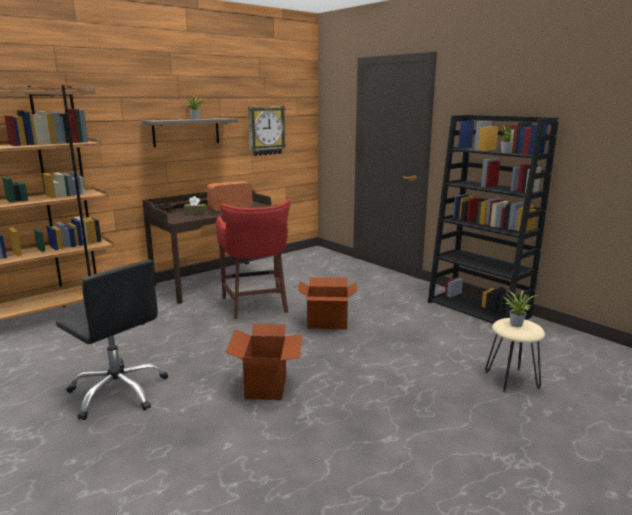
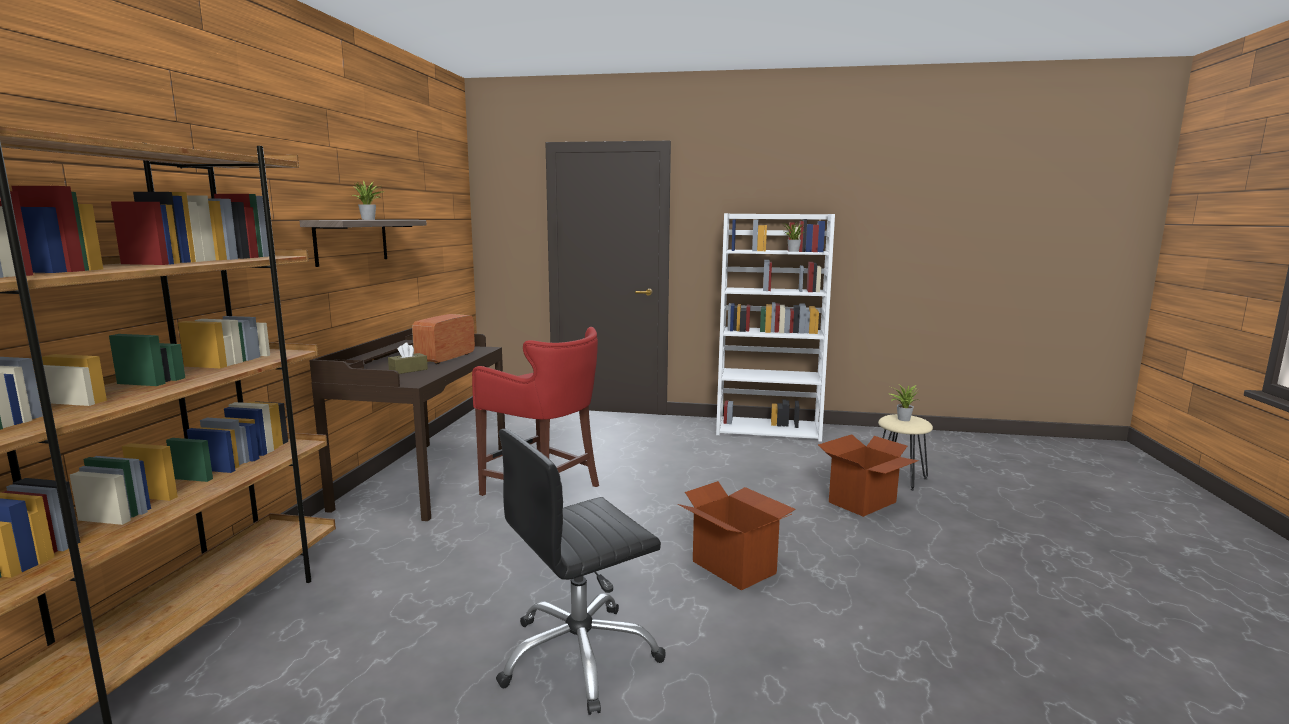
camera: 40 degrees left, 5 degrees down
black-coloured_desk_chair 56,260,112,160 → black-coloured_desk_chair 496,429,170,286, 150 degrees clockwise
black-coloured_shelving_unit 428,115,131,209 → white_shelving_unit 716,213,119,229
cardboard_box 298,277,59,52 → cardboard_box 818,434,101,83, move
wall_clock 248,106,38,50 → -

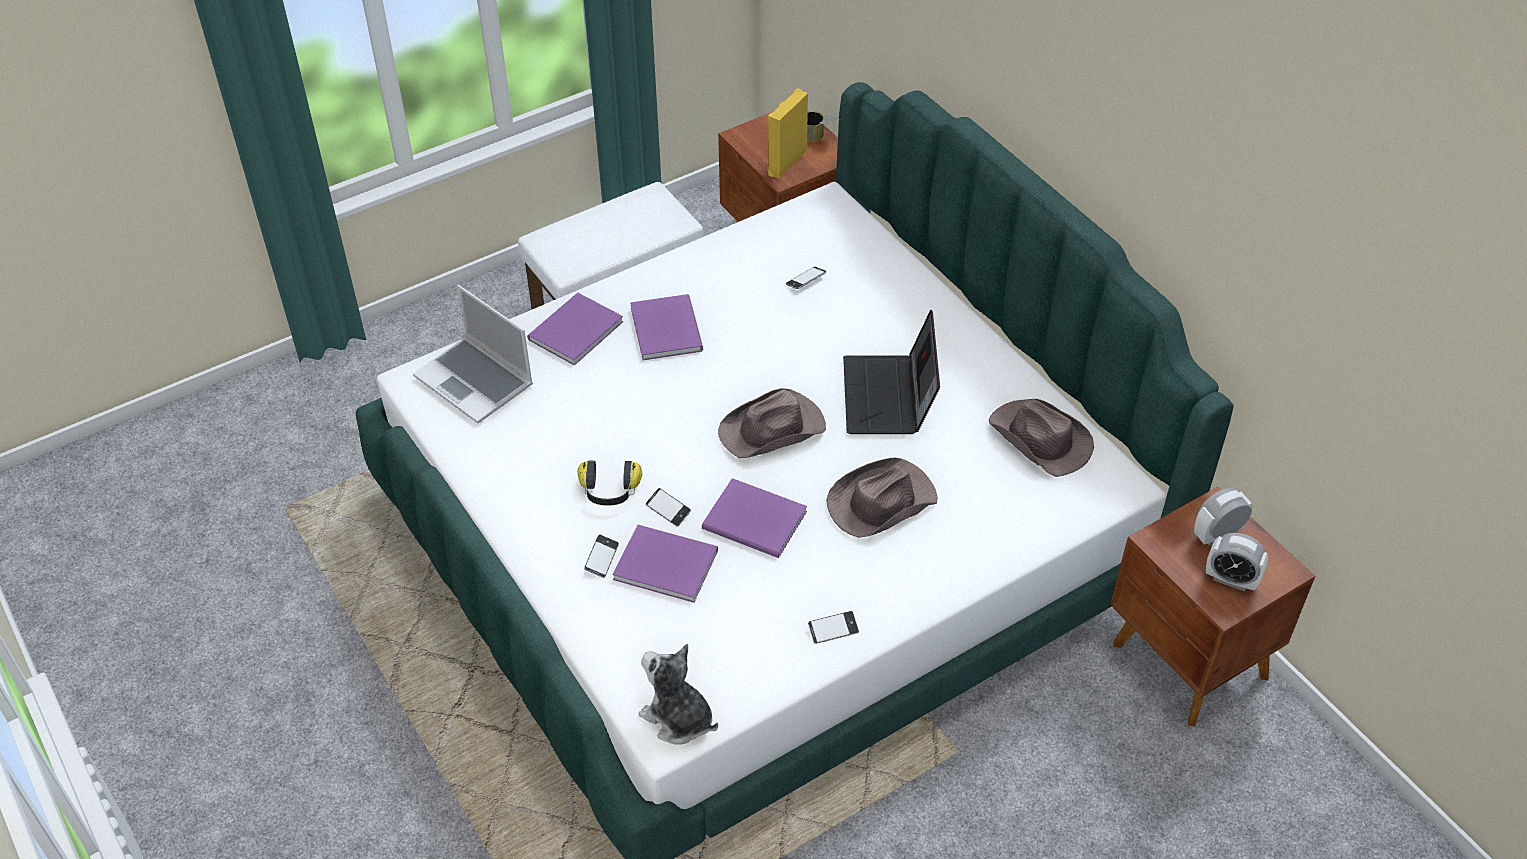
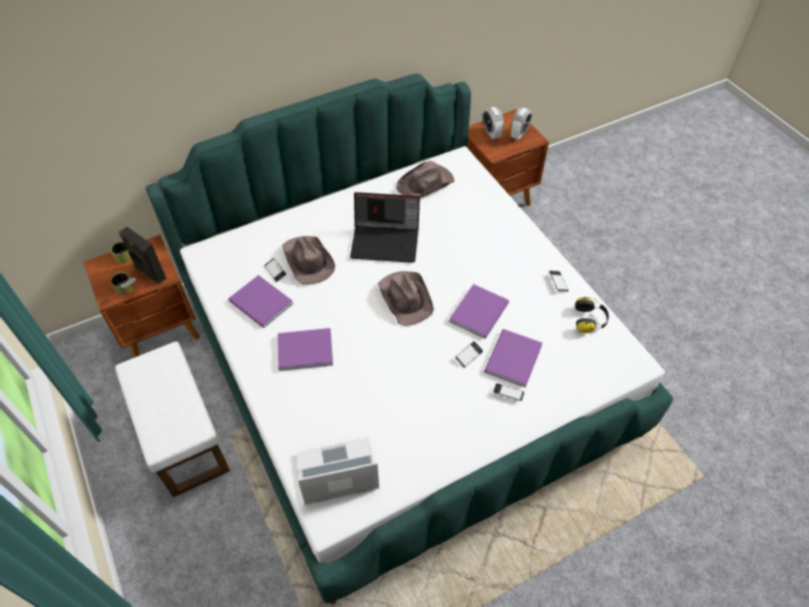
camera: 85 degrees left, 5 degrees up
- → metal_can 110,272,26,23
yellowish_speaker 768,88,40,91 → black-coloured_speaker 119,227,47,57
purple_book 527,293,96,73 → purple_book 228,275,65,53, move
brown_hat 826,457,112,81 → brown_hat 282,236,53,48, move
notebook_computer 413,285,120,139 → notebook_computer 297,437,83,68, 150 degrees counterclockwise
pair_of_headphones 577,461,65,45 → pair_of_headphones 575,297,34,36, move
cuddly_toy 639,644,79,101 → -

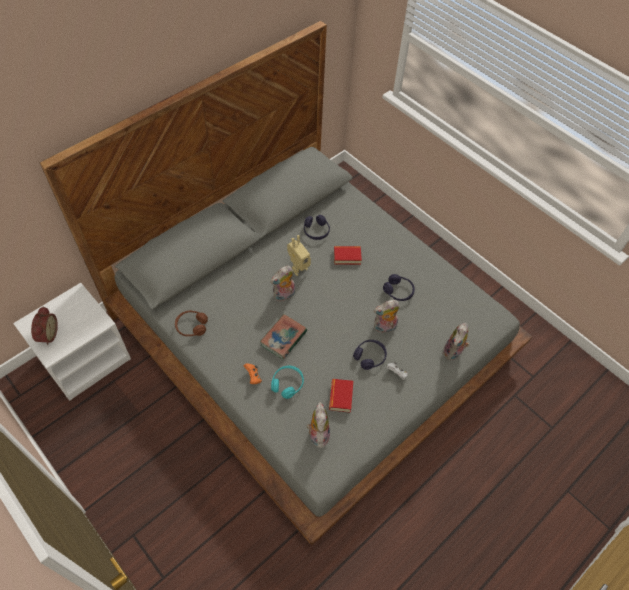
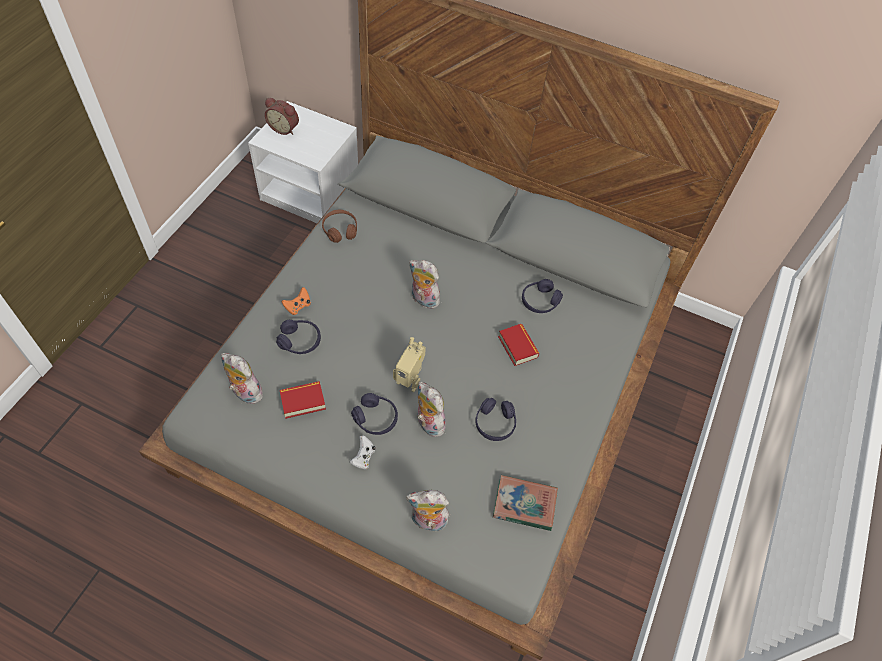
camera: 65 degrees right, 0 degrees up
cuddly_toy 307,402,23,46 → cuddly_toy 221,353,43,51, 120 degrees counterclockwise
alarm_clock 31,306,27,39 → alarm_clock 265,98,34,37, 45 degrees clockwise
turquoise-coloured_pair_of_headphones 271,366,33,33 → purple_pair_of_headphones 276,320,45,34
robot_figure 287,235,24,41 → robot_figure 393,337,33,55, move
book 260,314,47,46 → book 493,475,65,56, move

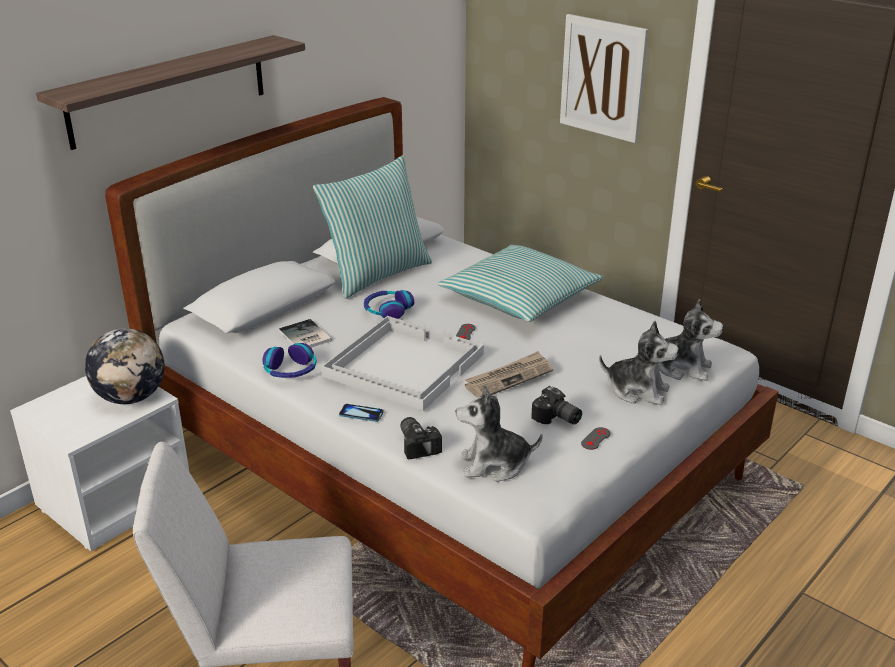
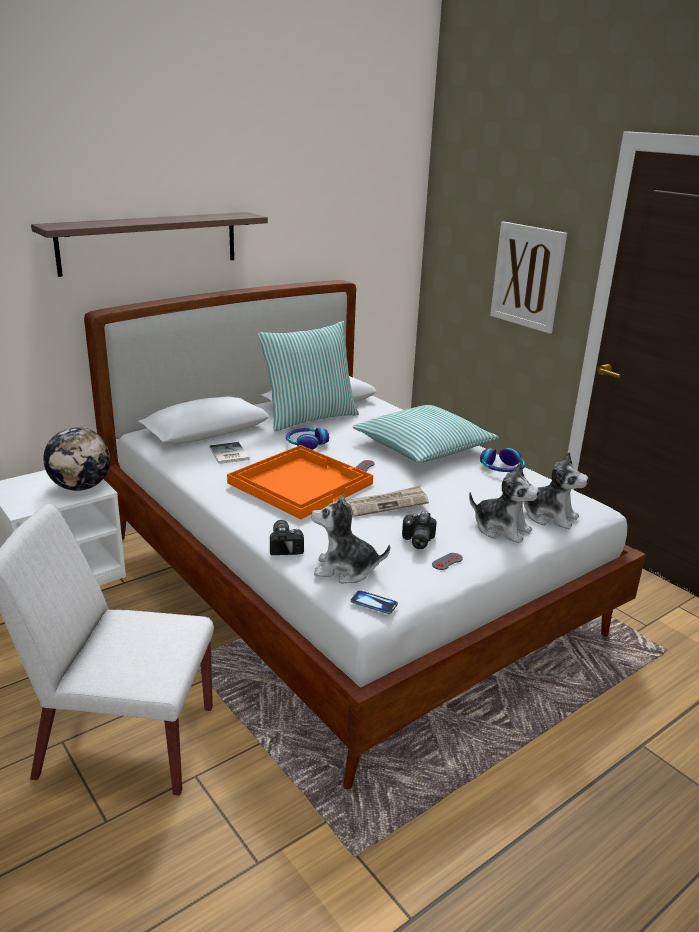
camera: 10 degrees right, 5 degrees down
white_tray 321,316,163,95 → orange-coloured_tray 227,445,146,74
phone 339,404,45,18 → phone 350,590,48,24, move
still_camera 531,386,51,38 → still_camera 402,511,35,38, 45 degrees clockwise
pair_of_headphones 262,343,54,35 → pair_of_headphones 480,448,45,24, move

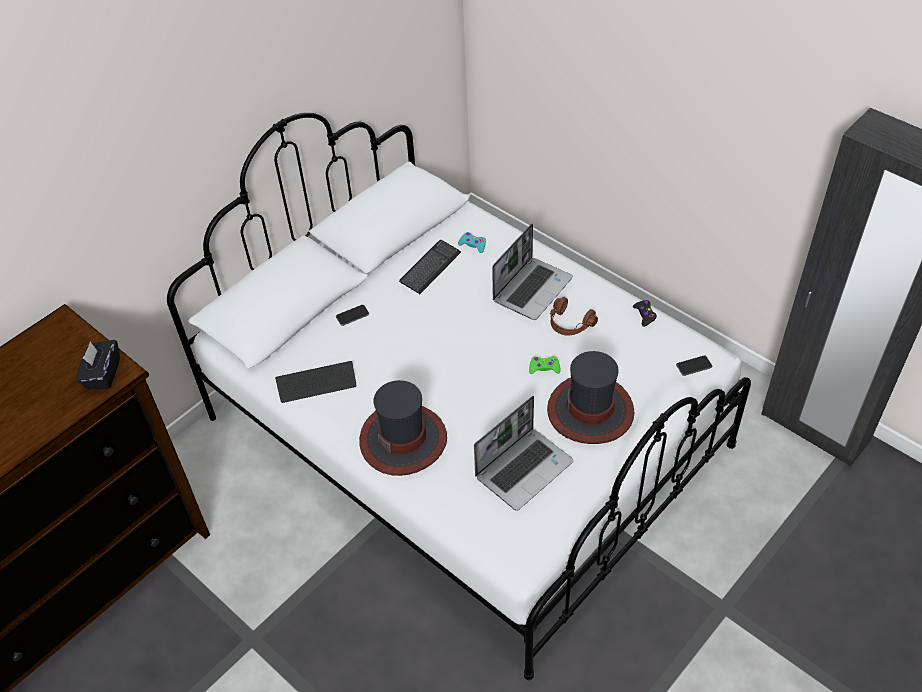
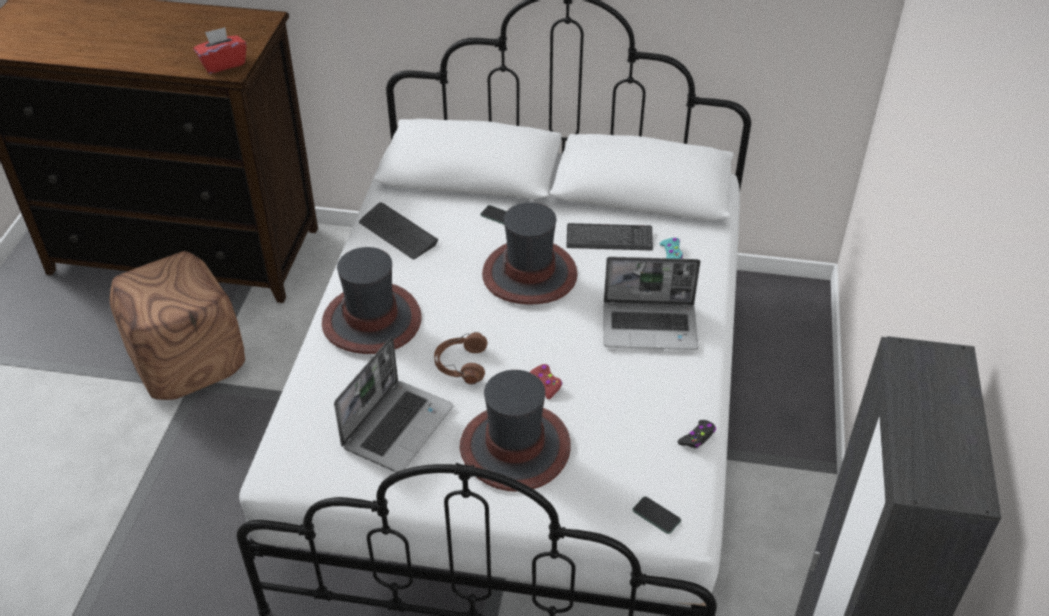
camera: 55 degrees right, 5 degrees down
- → brown_pouffe 110,251,135,149
black-coloured_tissue_box 76,340,44,49 → red-coloured_tissue_box 193,27,54,47
notebook_computer 474,396,100,115 → notebook_computer 334,336,119,136, 75 degrees counterclockwise
brown_pair_of_headphones 550,297,48,38 → brown_pair_of_headphones 434,332,53,52, move
- → hat 482,202,96,103
green-coloured_gamepad 529,356,32,18 → red-coloured_gamepad 530,364,32,35

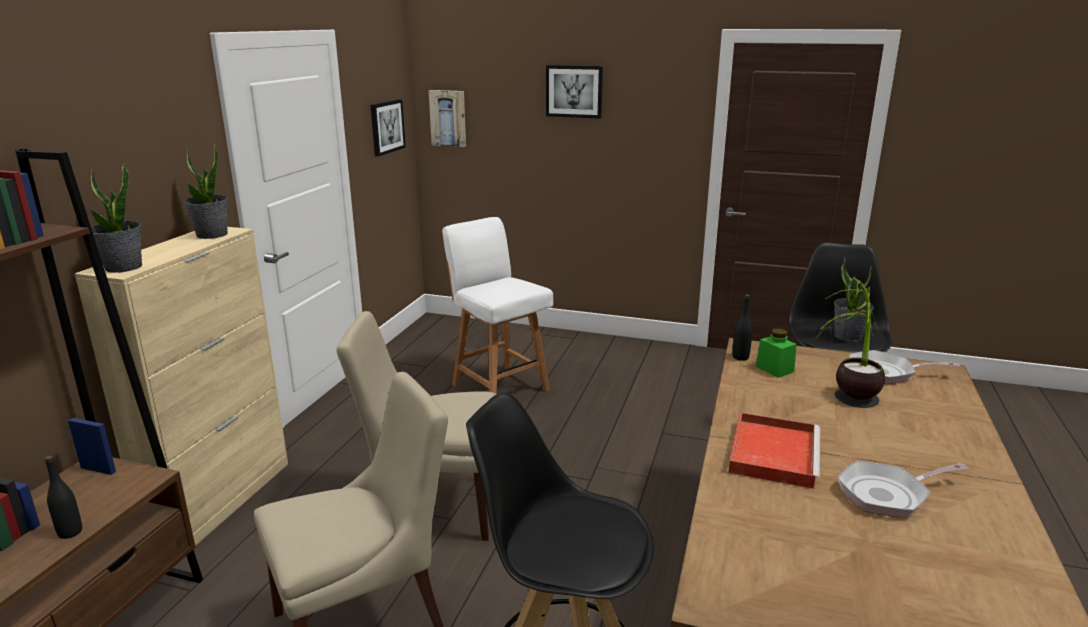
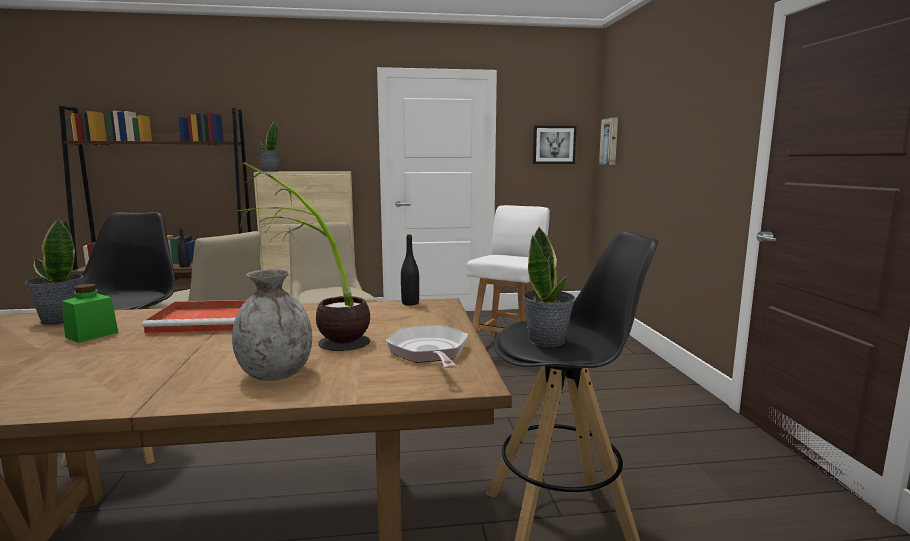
camera: 65 degrees right, 10 degrees down
potted_plant 184,144,44,95 → potted_plant 25,218,59,107, move
green-coloured_preserve_jar 756,329,41,49 → green-coloured_preserve_jar 62,284,56,59, move
- → grey_vase 232,269,80,112
picture 546,65,57,54 → -
pan 837,461,131,57 → -

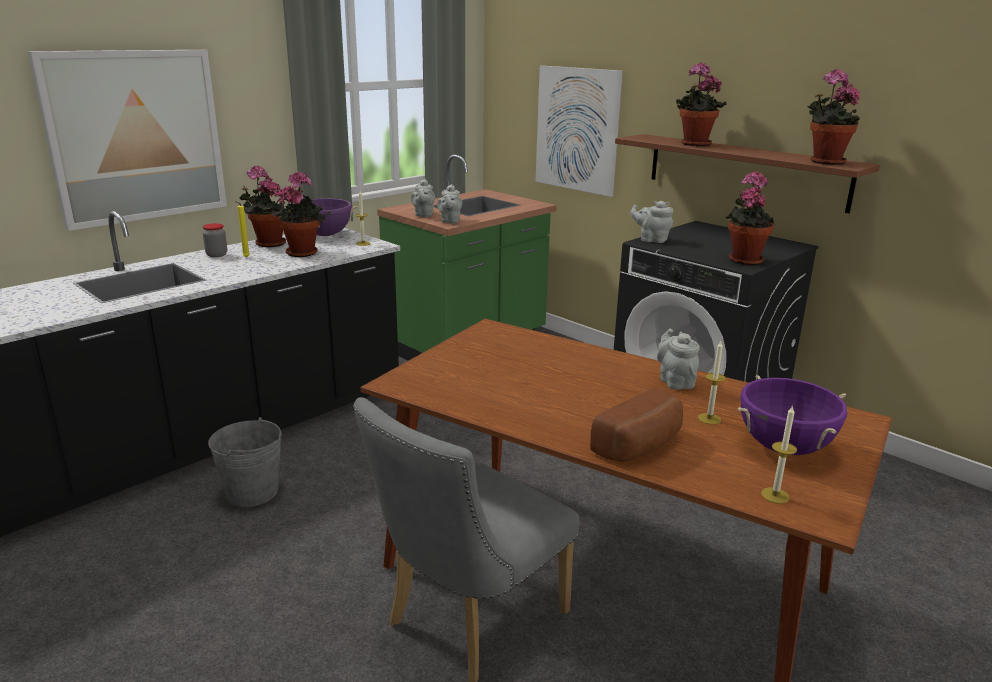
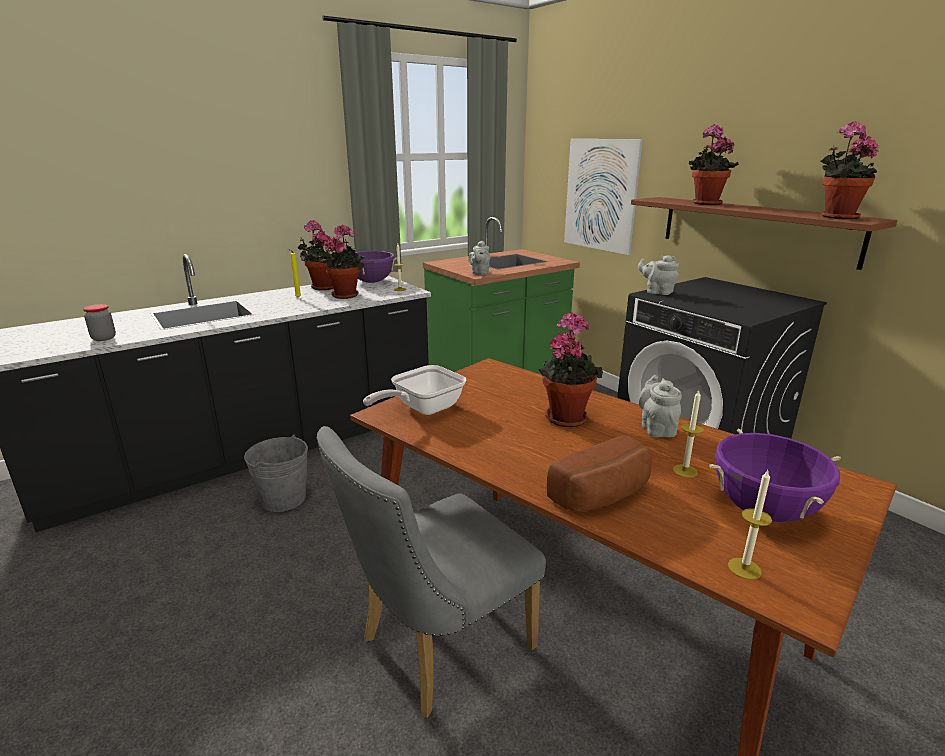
camera: 10 degrees right, 0 degrees up
preserve_jar 203,223,24,34 → preserve_jar 83,304,33,37, move
- → pan 363,365,104,50
potted_plant 726,171,49,94 → potted_plant 538,312,65,115, move
picture 28,50,199,181 → -
grey_tea_pot 411,179,24,38 → -

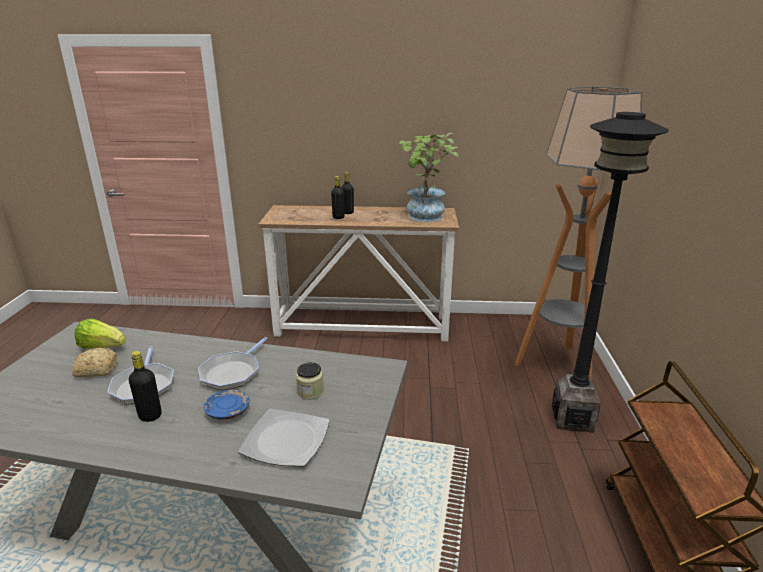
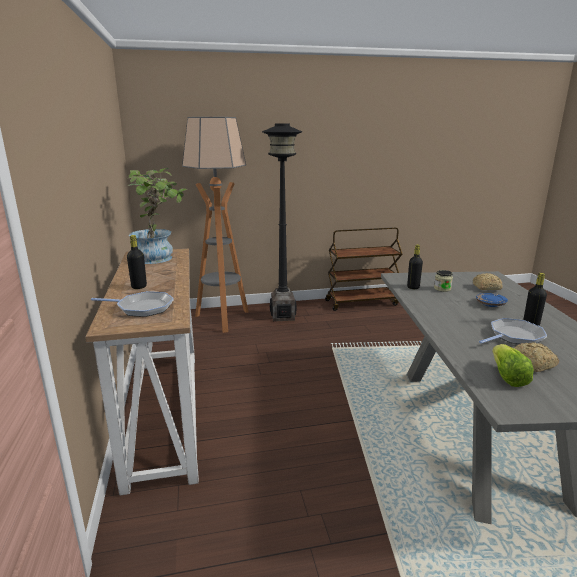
camera: 105 degrees left, 5 degrees down
pan 198,337,70,53 → pan 91,291,83,26, move
black-coloured_bottle 331,176,14,43 → black-coloured_bottle 407,245,16,44, move
plate 238,408,92,59 → bakery_bread 473,273,30,17

